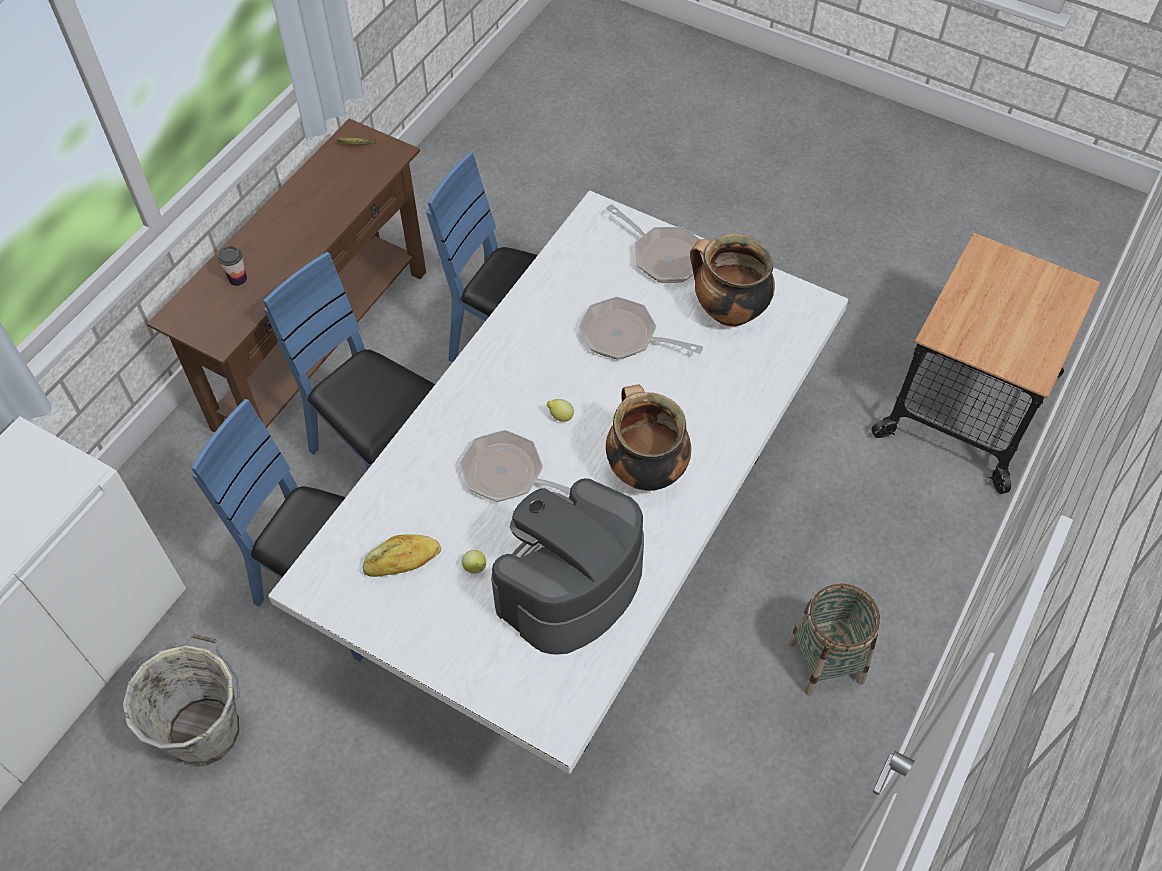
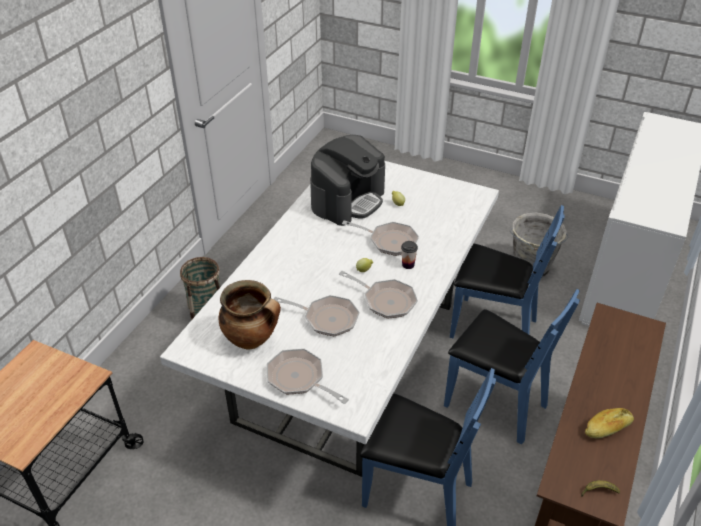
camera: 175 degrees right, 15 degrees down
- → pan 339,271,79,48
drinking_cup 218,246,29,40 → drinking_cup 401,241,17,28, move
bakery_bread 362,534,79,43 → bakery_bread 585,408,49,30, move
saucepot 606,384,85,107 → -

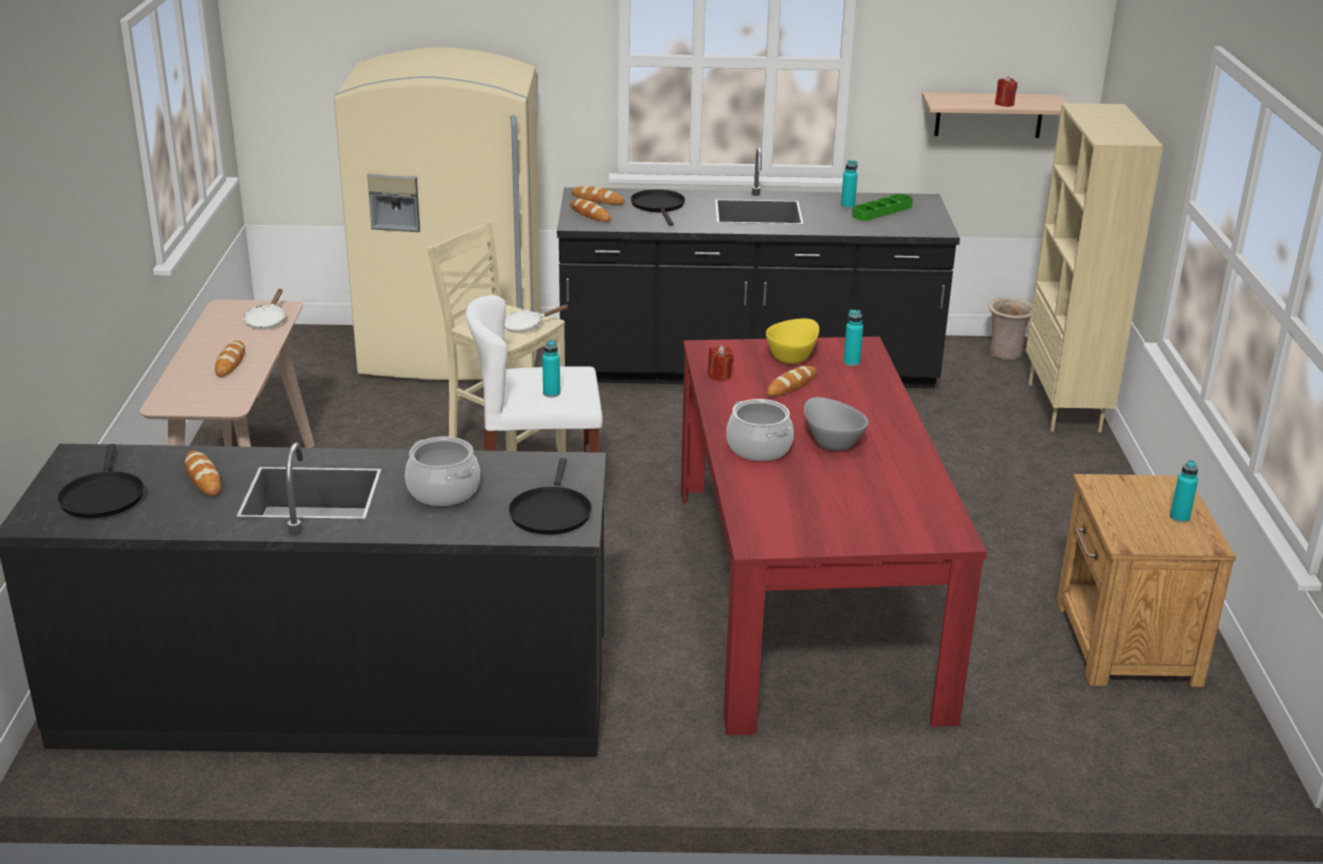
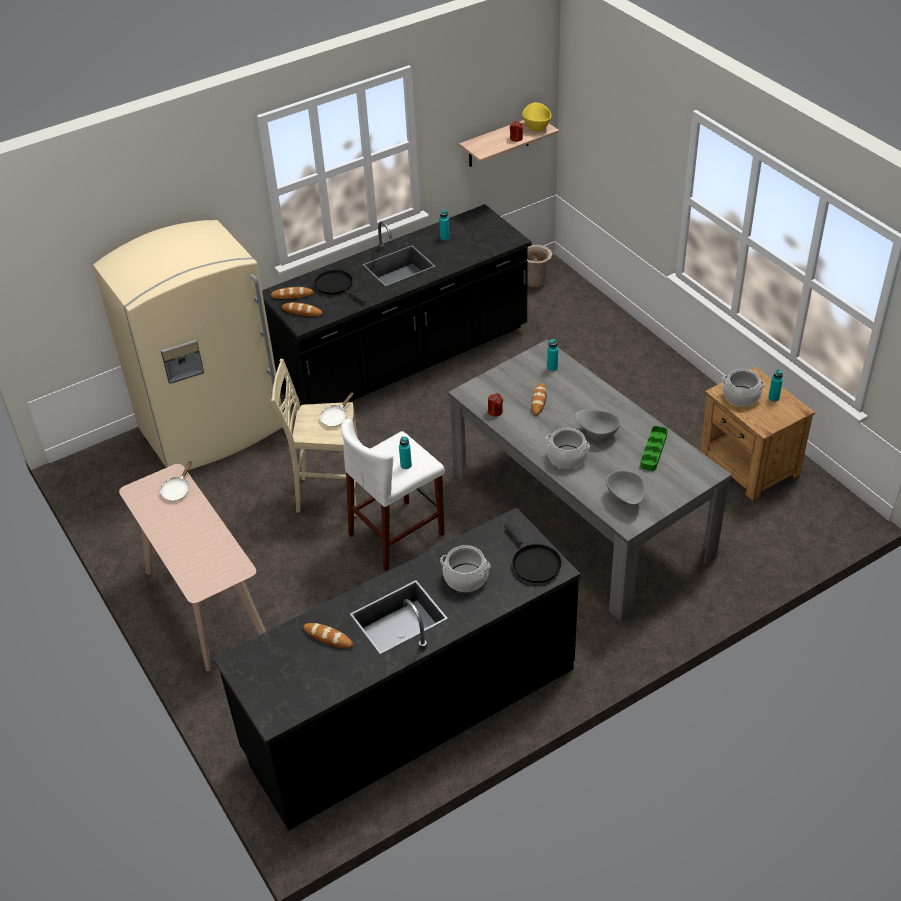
camera: 30 degrees left, 15 degrees up
white_pan 244,289,41,41 → white_pan 160,461,32,40, 45 degrees clockwise
red-coloured_kitchen_table 681,336,306,399 → grey_kitchen_table 448,340,284,281
yellowish_deep_dish 766,319,53,45 → yellowish_deep_dish 522,102,30,29, move
- → grey_deep_dish 606,471,39,33
green-coloured_tray 852,194,61,27 → green-coloured_tray 640,426,28,45, move
- → saucepot 722,369,43,38
black-coloured_pan 57,444,87,74 → -
bakery_bread 215,341,30,36 → -
beige-coloured_shelving_unit 1026,103,137,330 → -

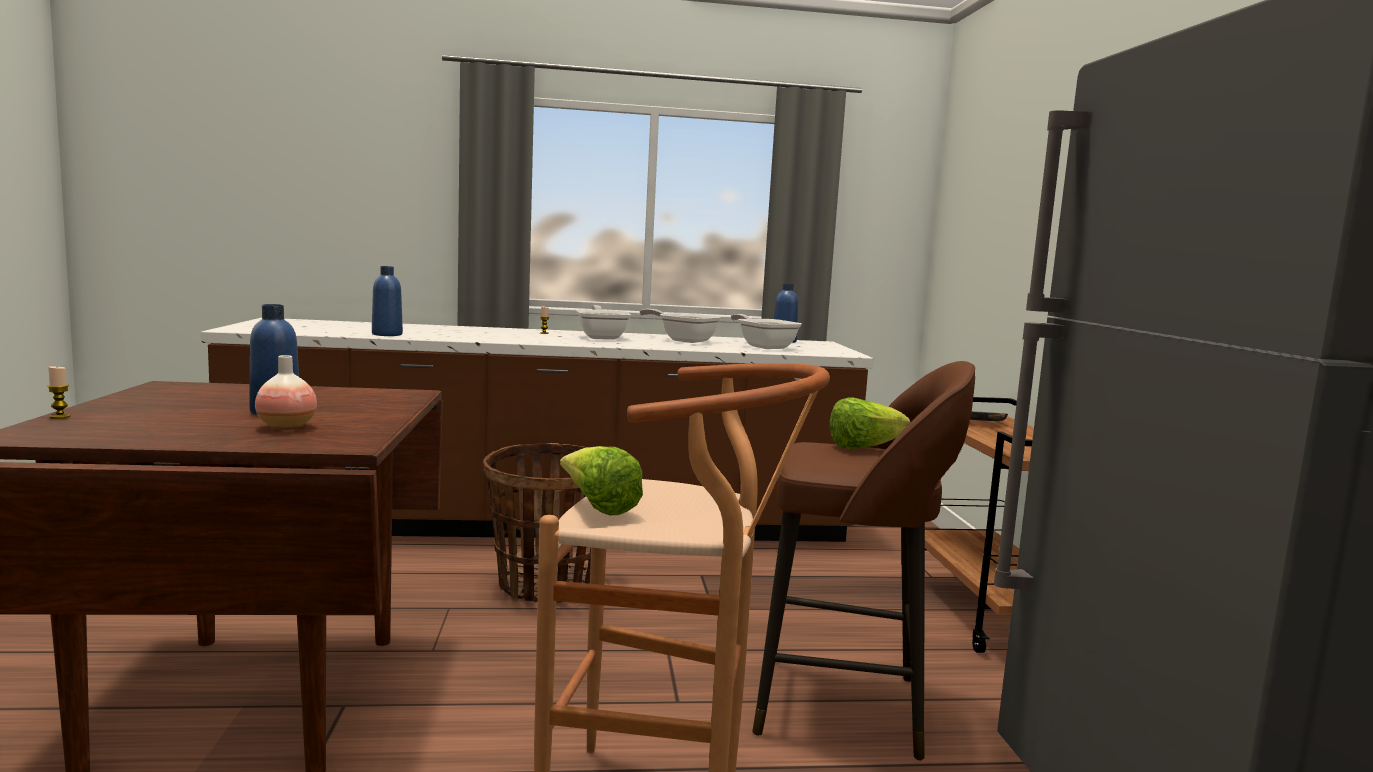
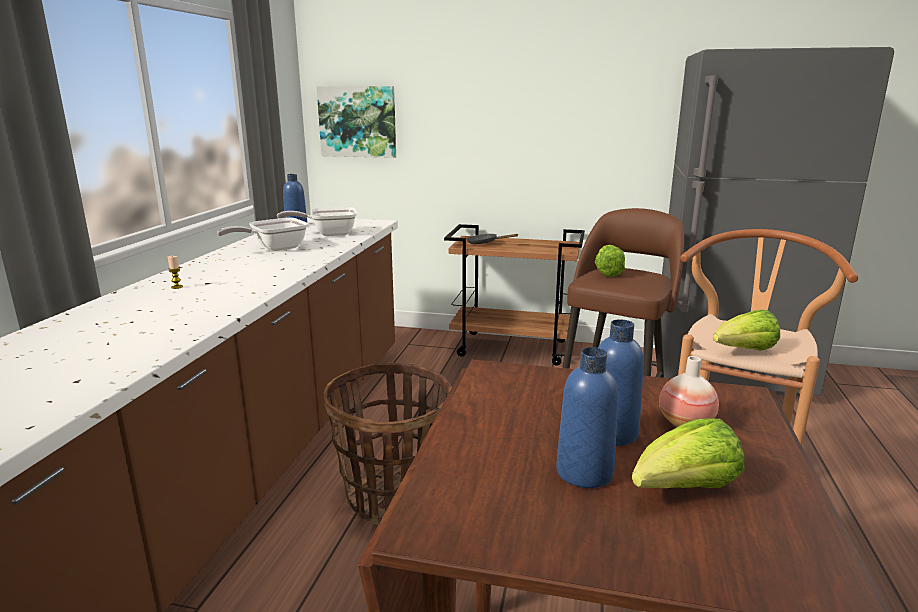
camera: 70 degrees left, 10 degrees up
- → picture 317,86,79,72
blue-coloured_bottle 372,266,31,70 → blue-coloured_bottle 556,347,62,141, move
- → lettuce 632,418,112,70
wax_candle 47,366,24,53 → -
pan 576,305,55,35 → -

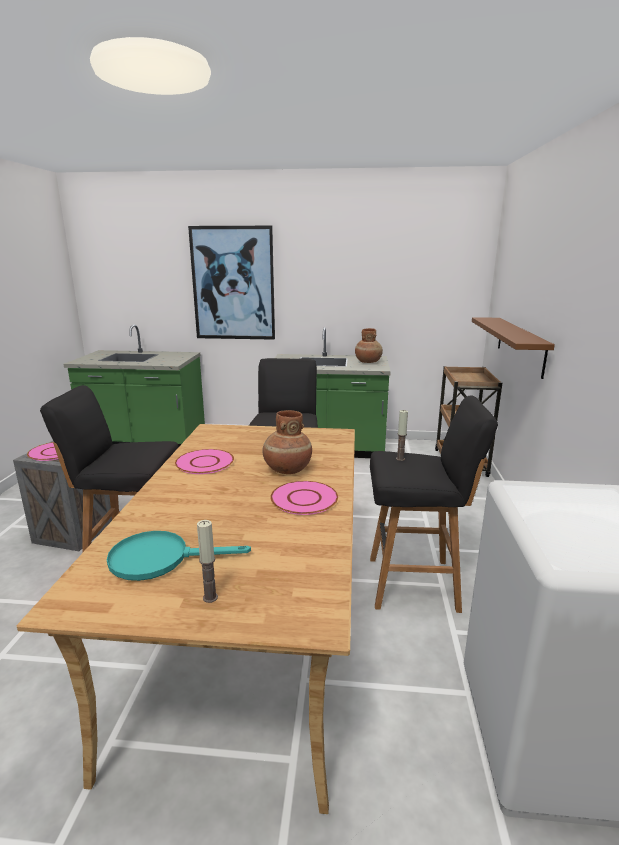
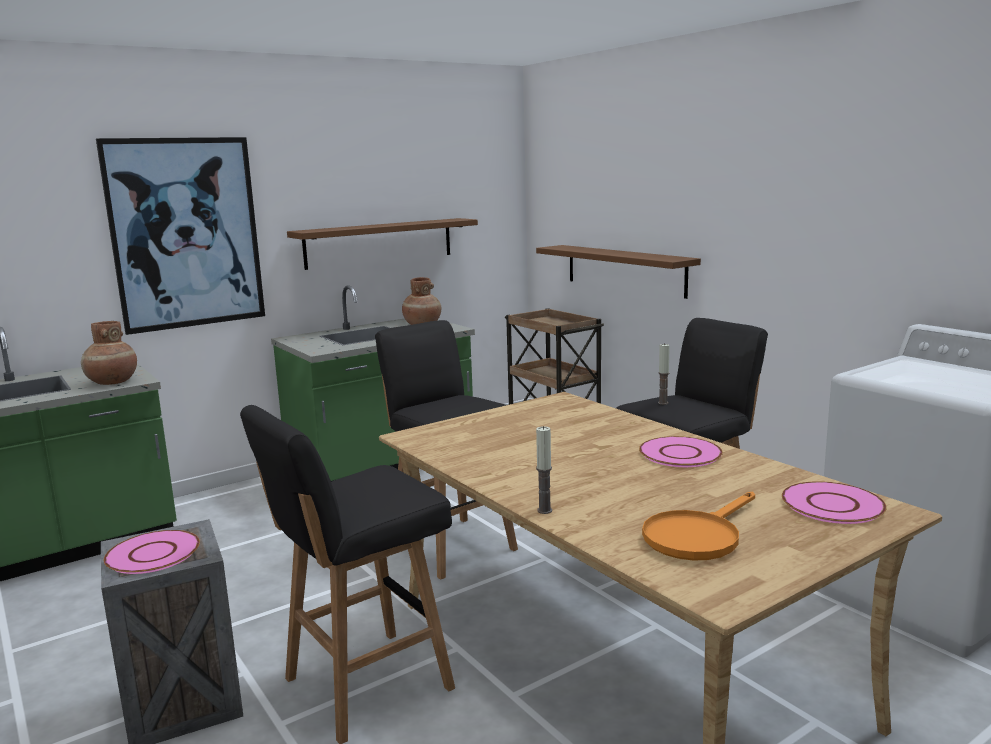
camera: 40 degrees left, 5 degrees down
brown_vase 262,410,50,64 → brown_vase 81,321,56,64, move
- → brown_shelf 287,218,191,52
wax_candle 197,520,21,83 → wax_candle 536,426,16,88, move
turquoise-coloured_pan 107,531,144,50 → orange-coloured_pan 642,492,113,69
pink-coloured_plate 175,449,59,25 → pink-coloured_plate 782,481,105,43, move

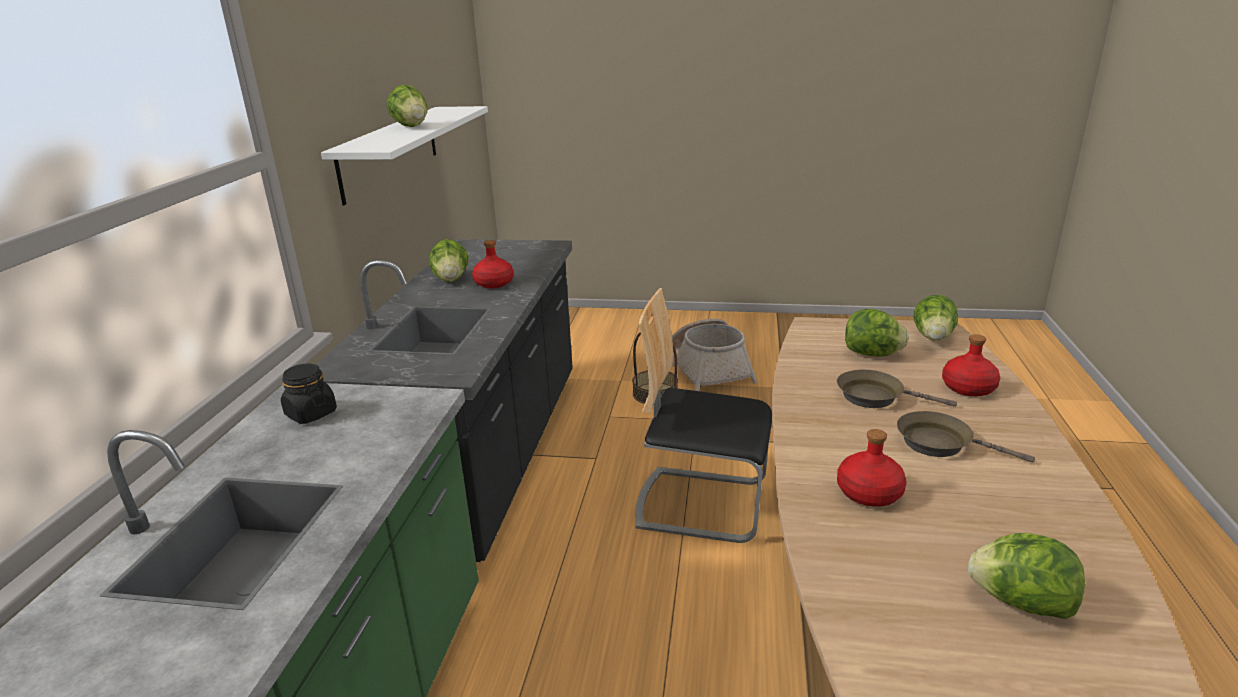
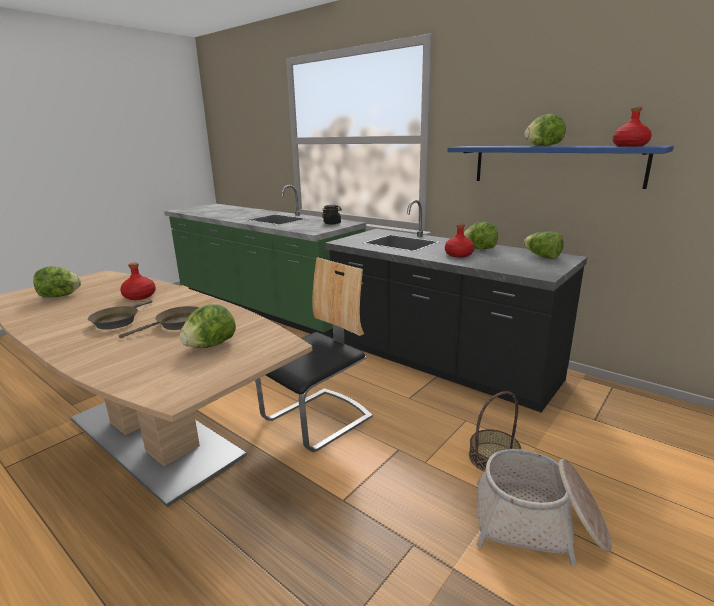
camera: 120 degrees right, 5 degrees down
brown_pan 897,411,138,51 → brown_pan 88,300,64,30, 135 degrees clockwise
white_shelf 321,106,167,99 → blue-coloured_shelf 447,146,227,43
lettuce 913,295,45,45 → lettuce 524,231,40,28, move
red-coloured_bottle 942,334,58,63 → red-coloured_bottle 613,107,39,40, move

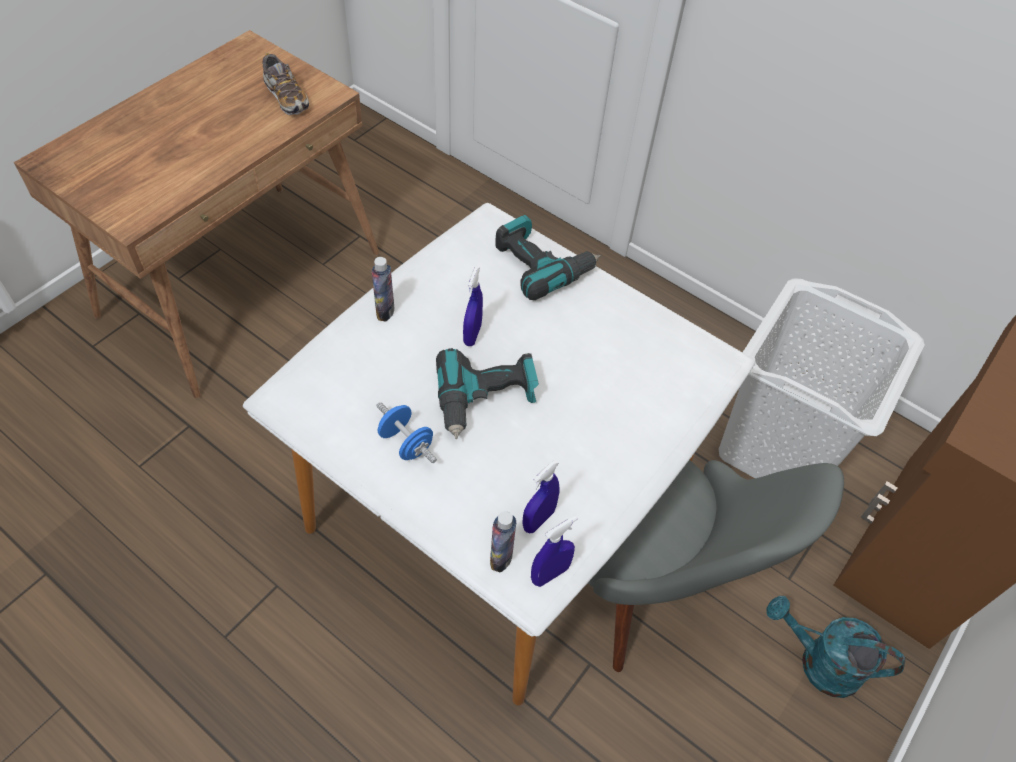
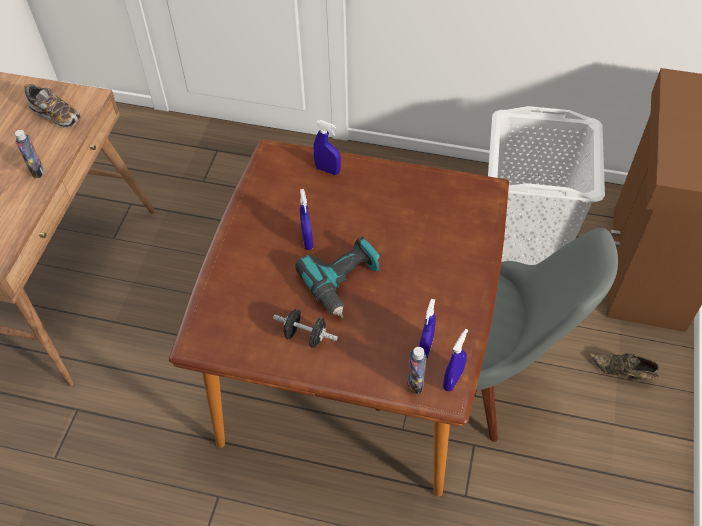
camera: 20 degrees left, 0 degrees up
bottle 372,257,22,64 → bottle 15,130,29,49, move
white_kitchen_table 243,203,512,502 → brown_kitchen_table 169,139,340,358
blue-coloured_hand_weight 376,402,61,61 → black-coloured_hand_weight 273,309,65,39
electric_drill 495,215,106,85 → blue-coloured_hand_sprayer 313,120,28,55
turquoise-coloured_watering_pot 767,596,138,102 → brown_item_of_footwear 589,353,71,29

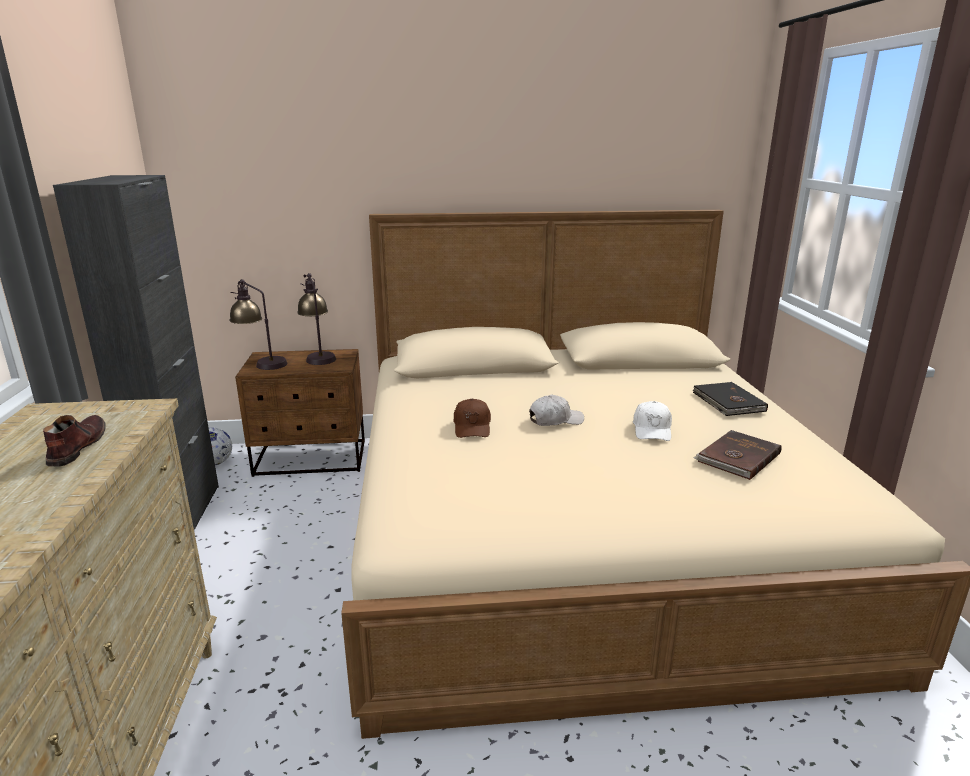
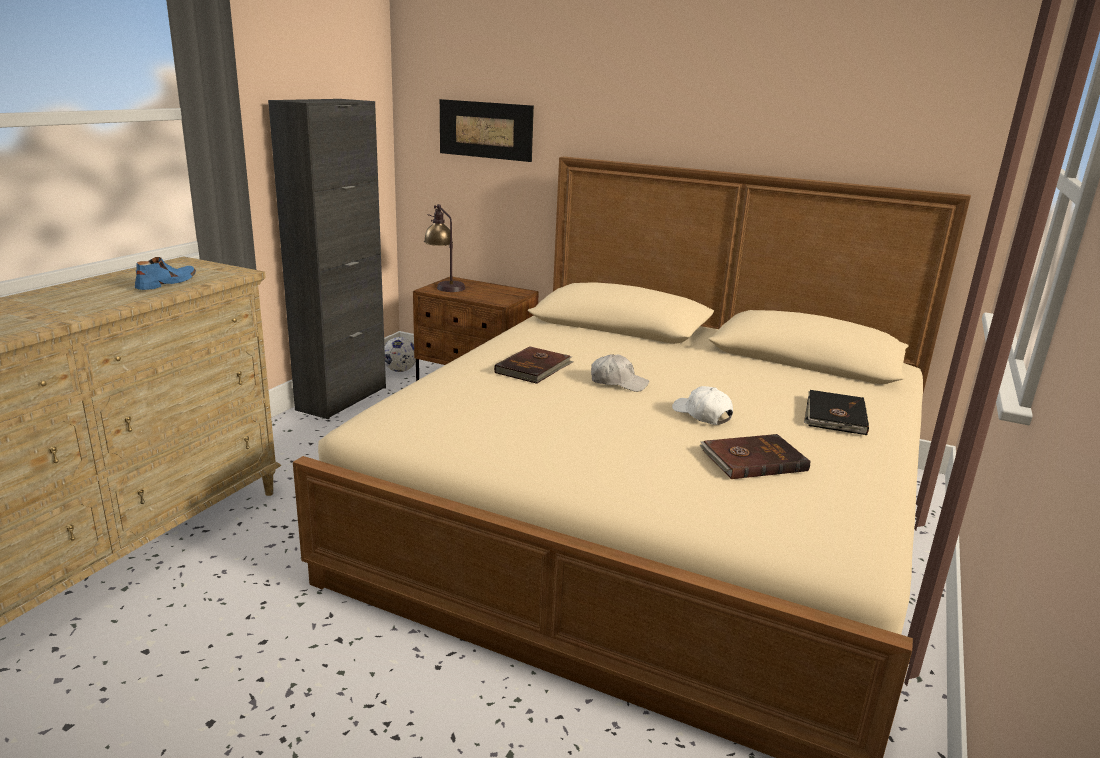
camera: 30 degrees right, 0 degrees up
brown_item_of_footwear 43,415,63,52 → blue-coloured_item_of_footwear 135,257,61,33
- → picture 440,99,94,63
brown_cap 453,398,38,40 → brown_book 494,346,80,38
white_cap 633,401,39,40 → white_cap 672,386,61,39, 105 degrees clockwise
lamp_for_a_table 297,273,39,92 → -

